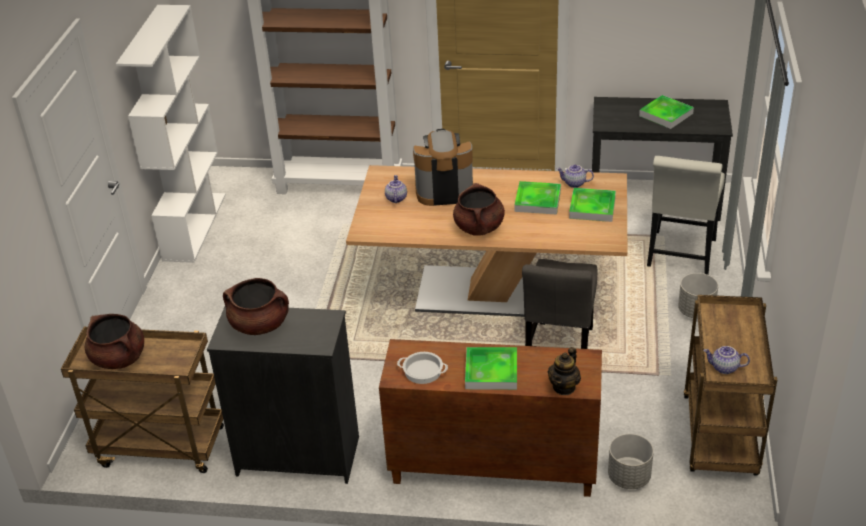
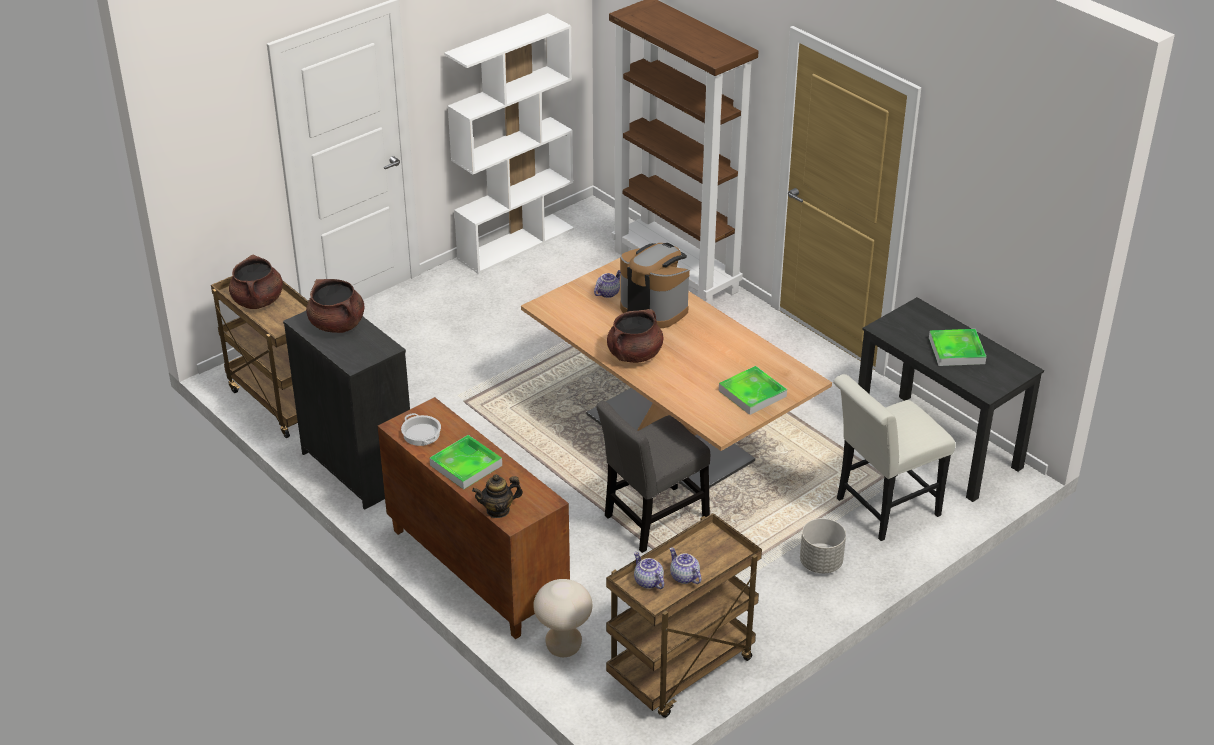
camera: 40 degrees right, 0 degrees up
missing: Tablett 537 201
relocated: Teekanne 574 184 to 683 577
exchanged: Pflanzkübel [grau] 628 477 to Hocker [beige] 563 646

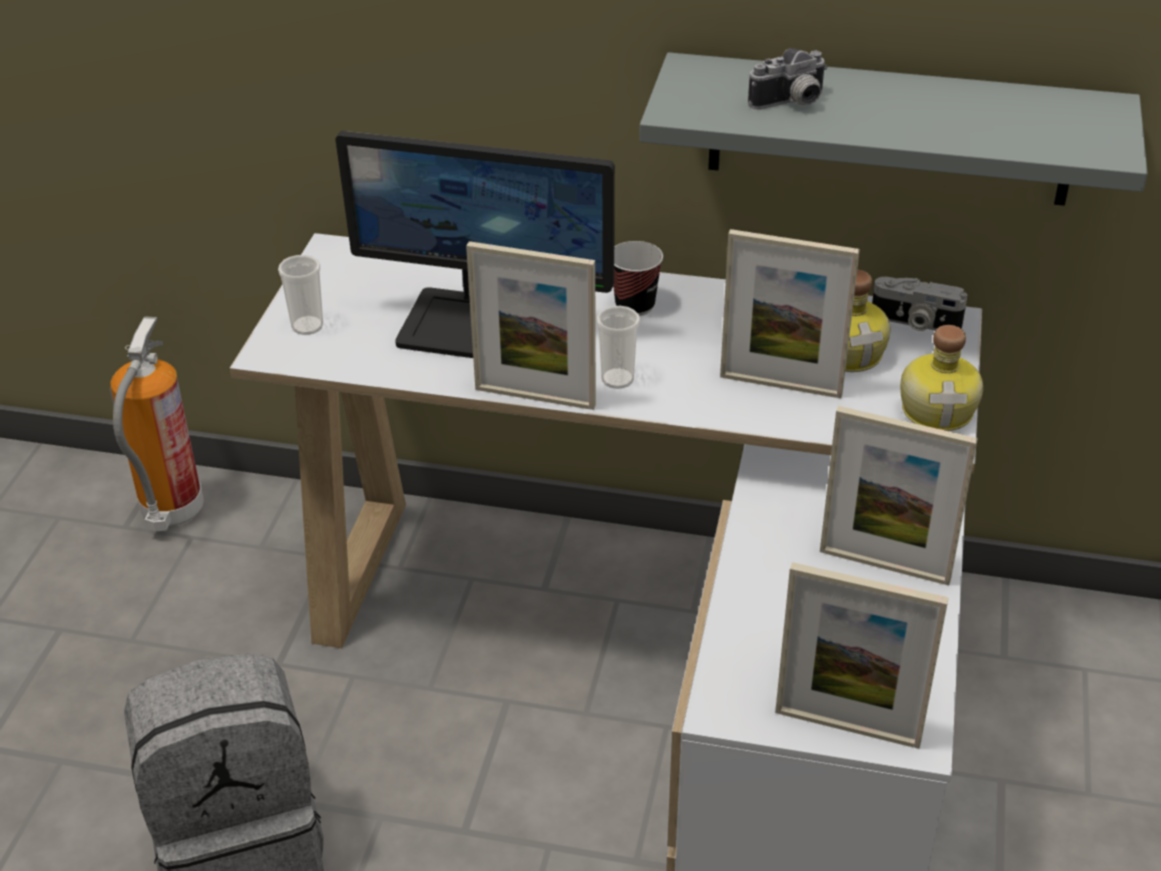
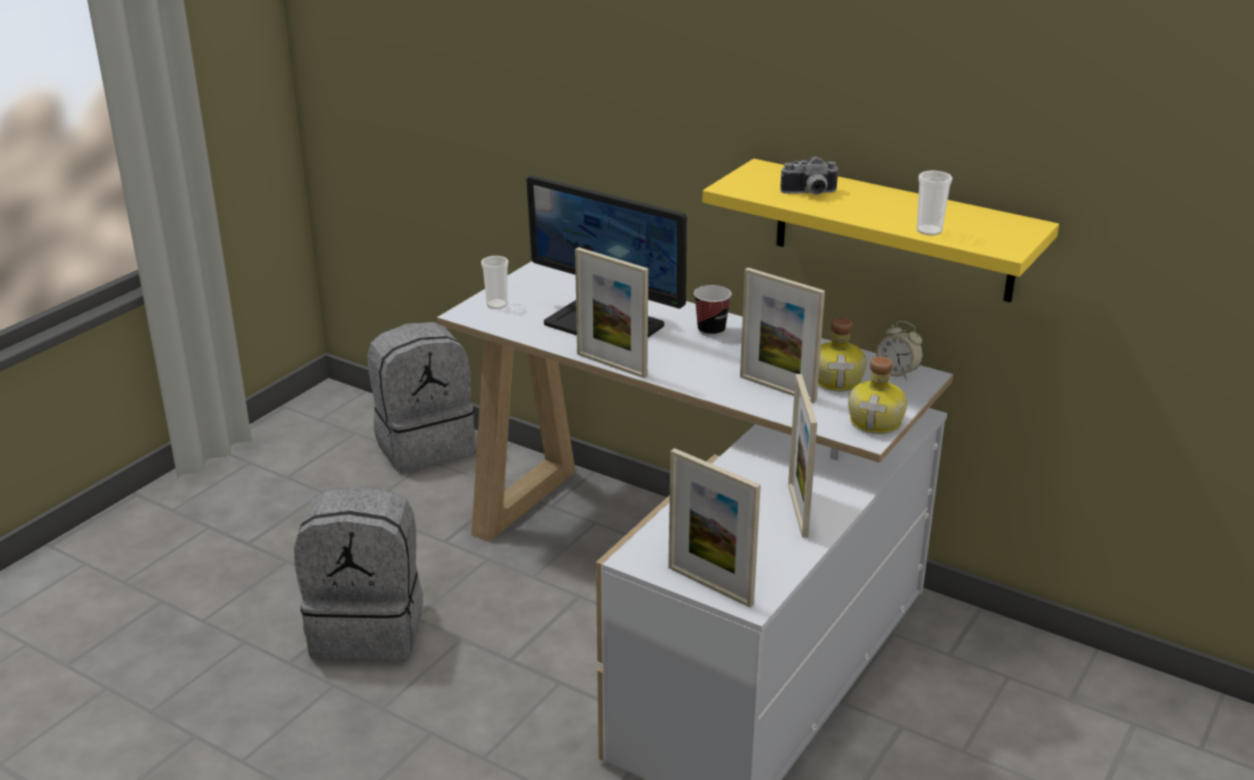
camera: 20 degrees right, 10 degrees down
relocated: Tasse 617 379 to 929 231
exchanged: Kamera 915 323 to Wecker 897 373; Feuerlöscher 172 513 to Rucksack [grau] 424 445
colour: Wandregal [grau] 890 130 to Wandregal [gelb] 893 230
spun: Bilderrahmen 884 565 = 797 510 45 degrees clockwise

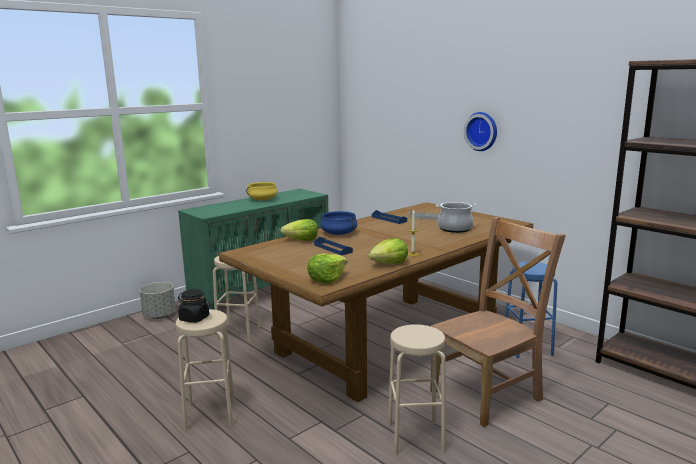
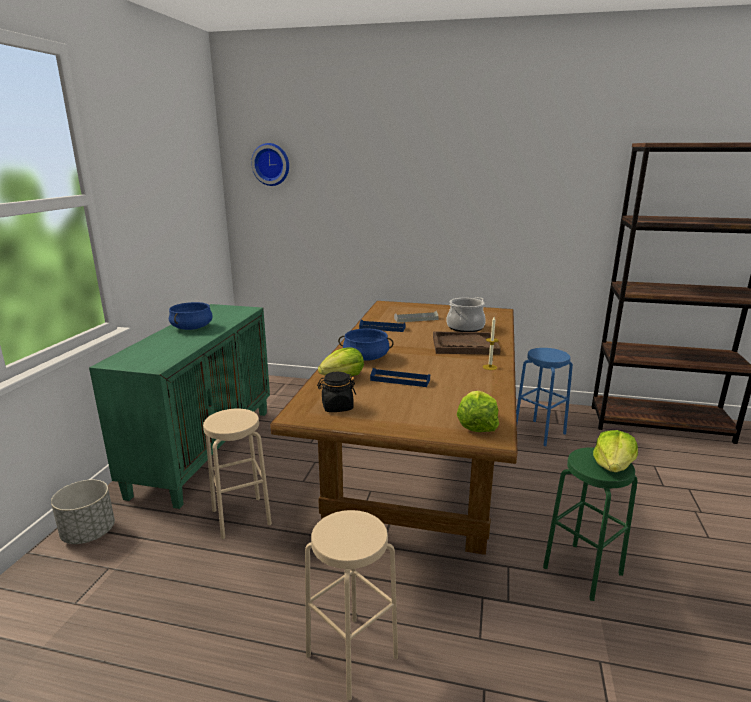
camera: 35 degrees left, 5 degrees up
missing: Stuhl [braun] 489 394
appeared: Tablett [braun] 464 345
relocated: Wanduhr 482 131 to 271 164; Salatkopf 389 263 to 613 466; Vorratsglas [schwarz] 194 318 to 337 407
colour: Kochtopf [gelb] 262 199 to Kochtopf [blau] 191 327; Hocker [beige] 415 438 to Hocker [grün] 582 571

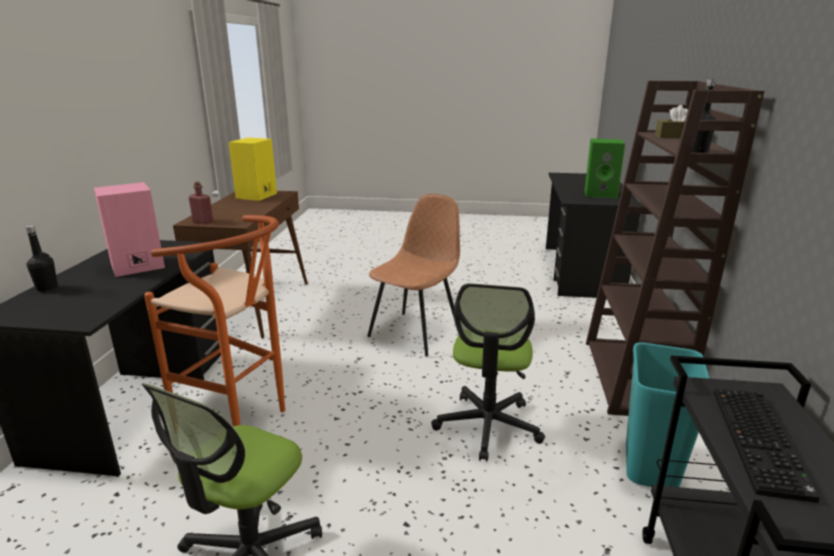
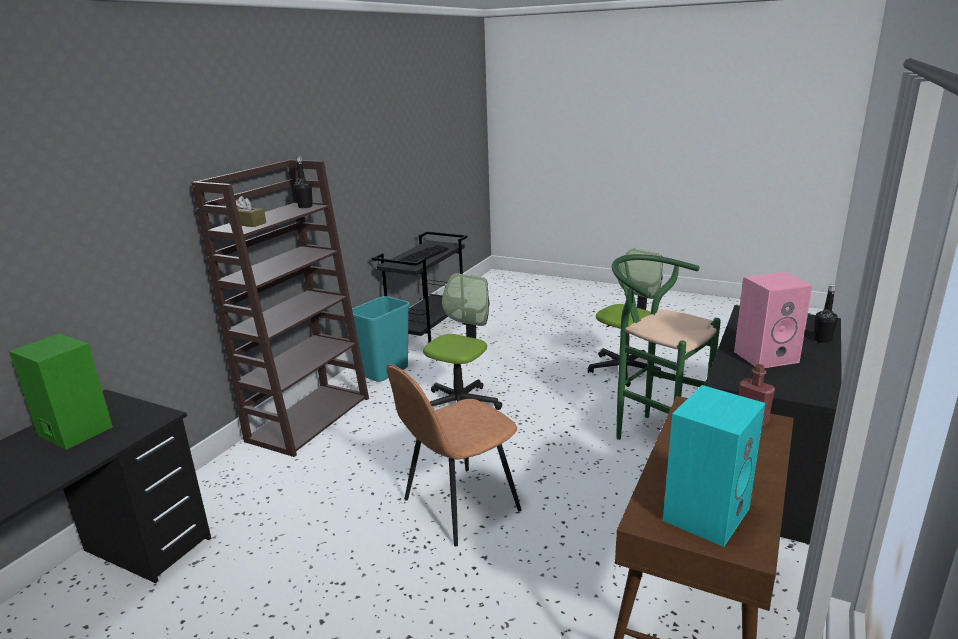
camera: 160 degrees left, 0 degrees up
colour: Lautsprecher [gelb] 256 196 to Lautsprecher [türkis] 705 512; Hocker [orange] 241 422 to Hocker [grün] 652 435

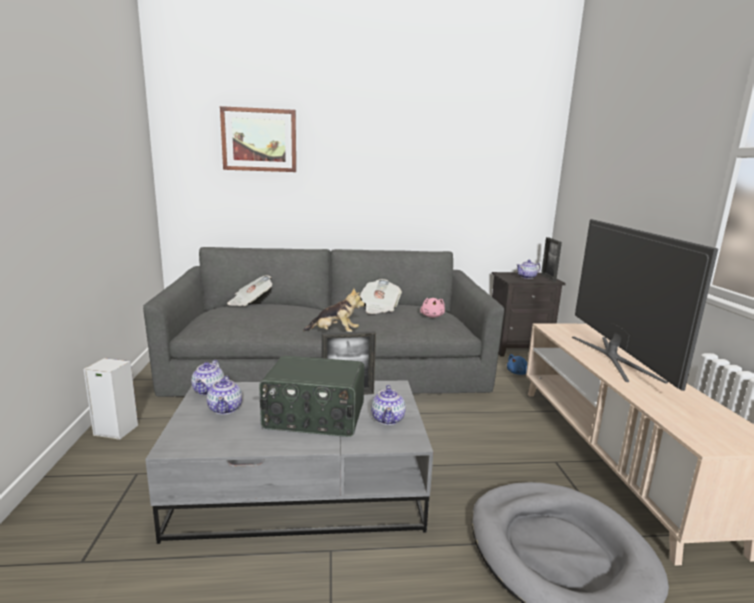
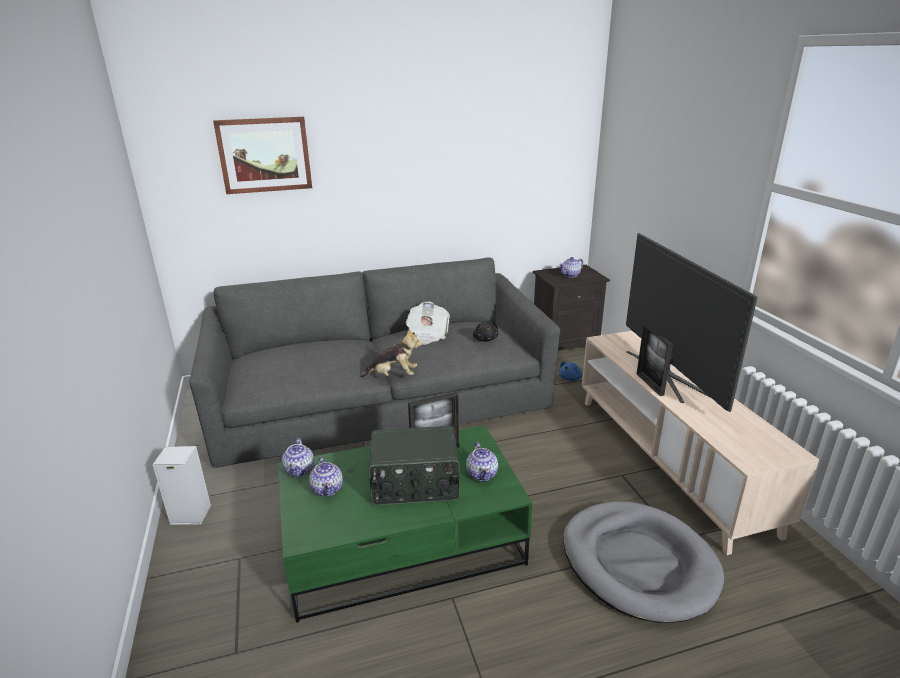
camera: 10 degrees left, 10 degrees up
missing: Zeitung 250 302
relocated: Bilderrahmen 548 278 to 649 384
colour: Plüschtier [rosa] 432 316 to Plüschtier [schwarz] 485 339; Couchtisch [grau] 302 486 to Couchtisch [grün] 404 542

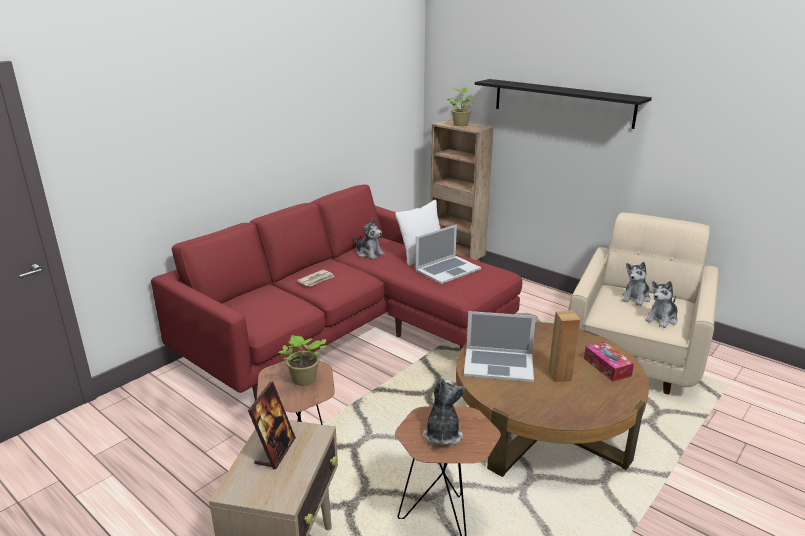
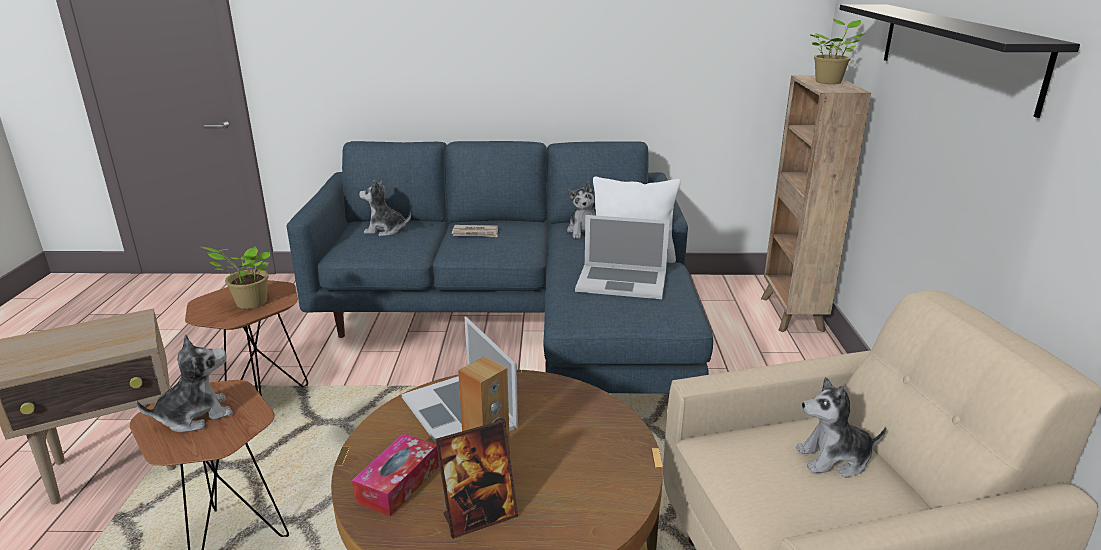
camera: 50 degrees right, 0 degrees up
relocated: Plüschtier 662 319 to 385 230; Taschentuchbox 607 367 to 398 484; Bilderrahmen 275 451 to 479 517
colour: Sofa [rot] 347 333 to Sofa [blau] 520 323

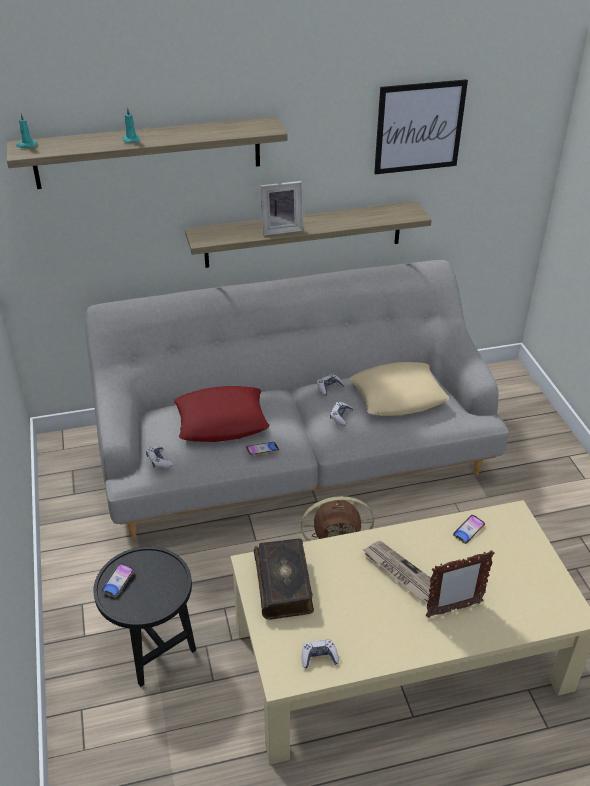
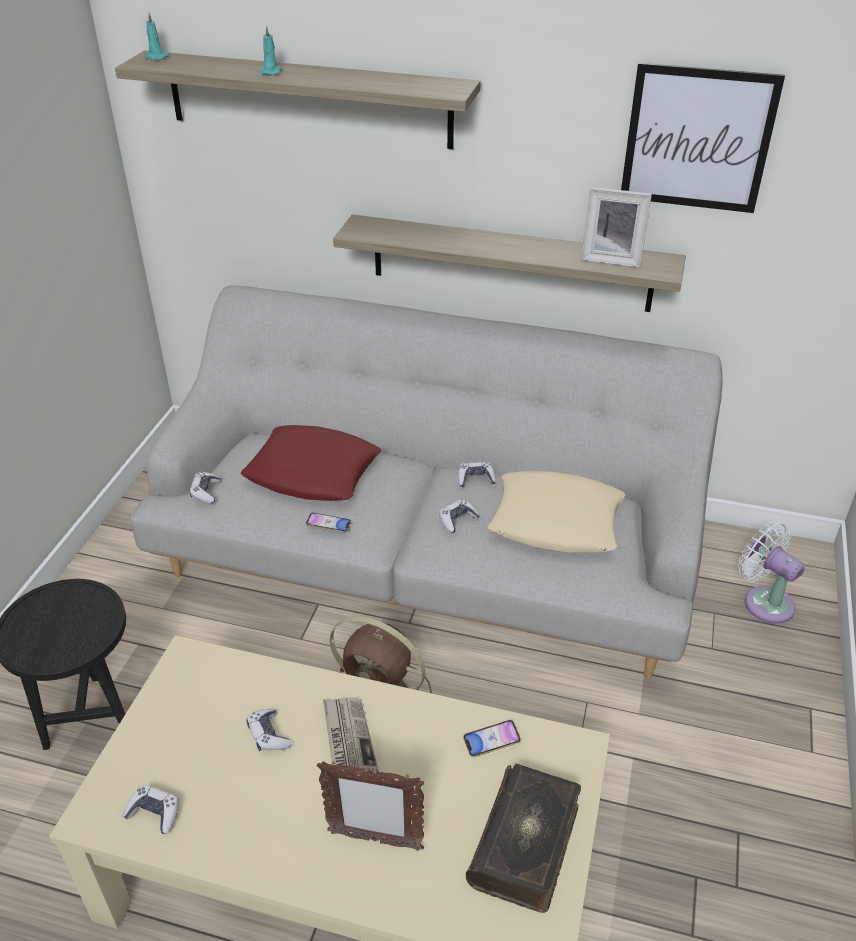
camera: 30 degrees right, 0 degrees up
missing: Handy 118 581
appeared: Ventilator [weiß] 764 601; Gamepad 268 735
relocated: Bilderrahmen 281 229 to 611 258; Buch 284 585 to 526 845

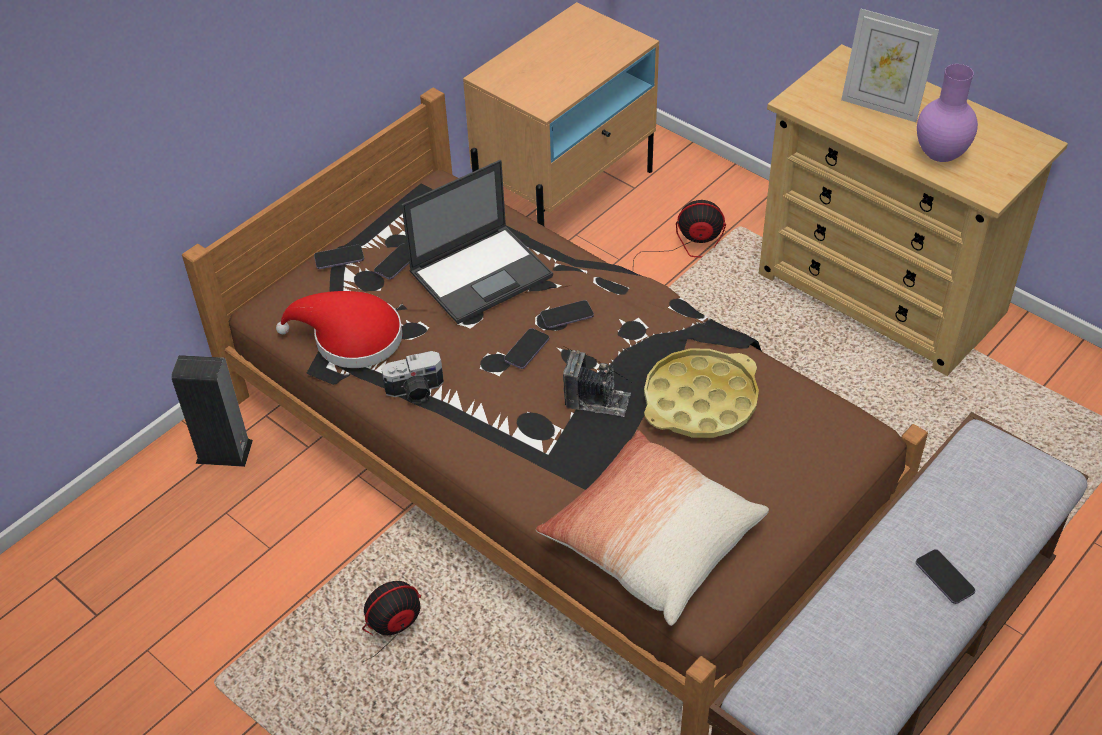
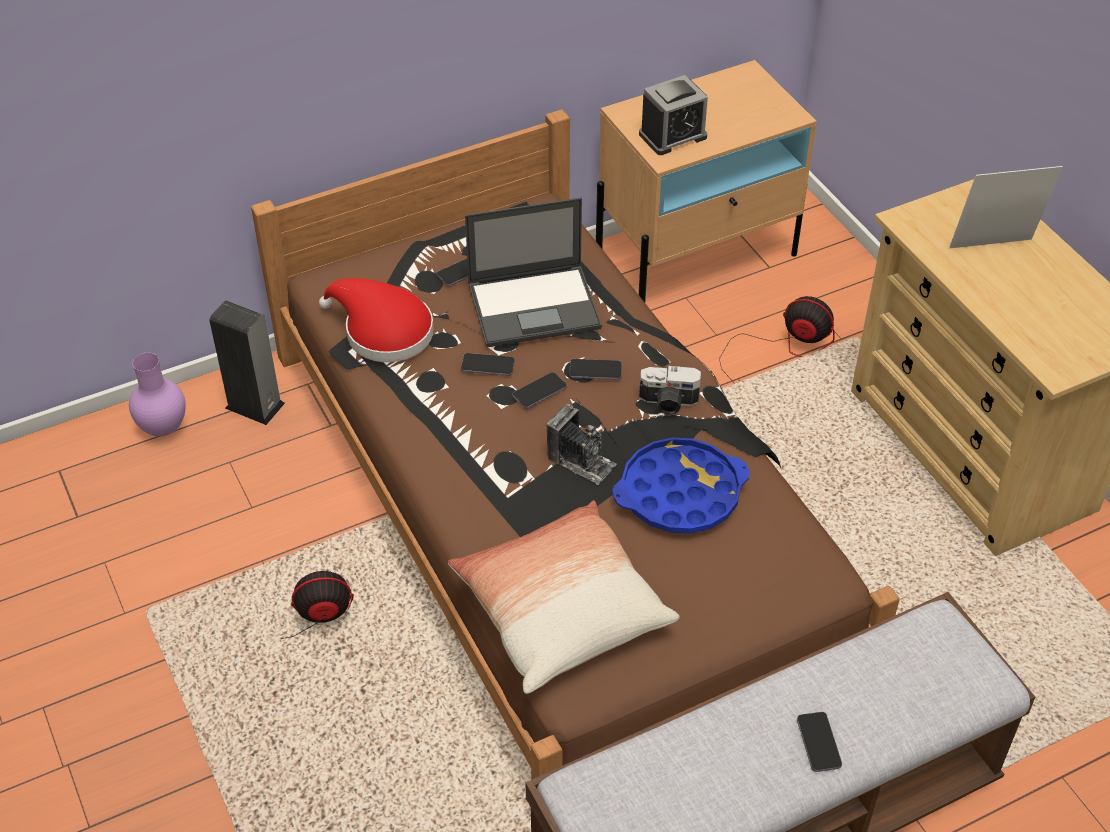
camera: 20 degrees right, 0 degrees up
appeared: Wecker 672 135
relocated: Vase [lila] 940 157 to 163 429; Handy 339 258 to 488 366; Kamera 416 391 to 668 403
colour: Tablett [gelb] 700 401 to Tablett [blau] 680 493
spun: Bilderrahmen 881 106 = 993 249 120 degrees clockwise

